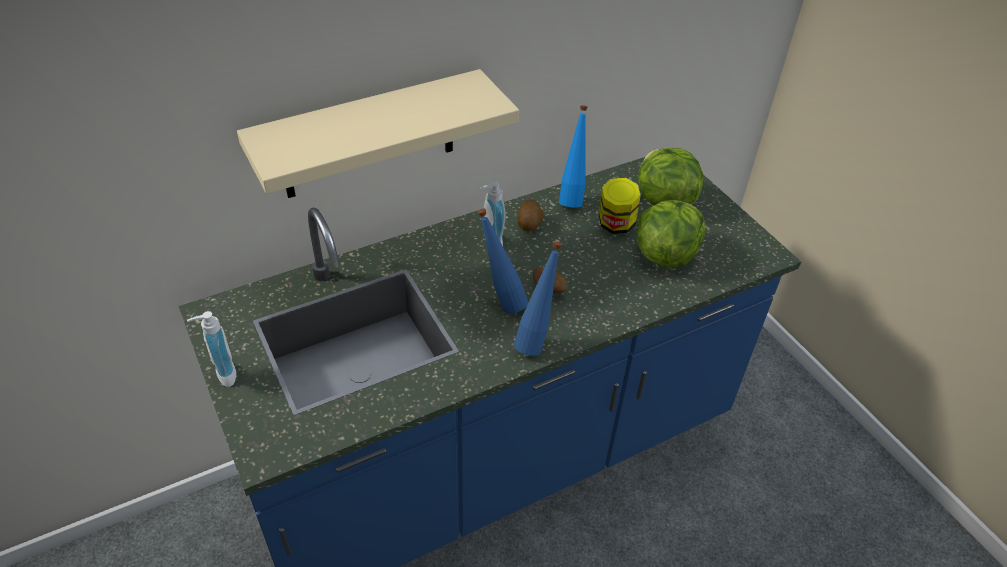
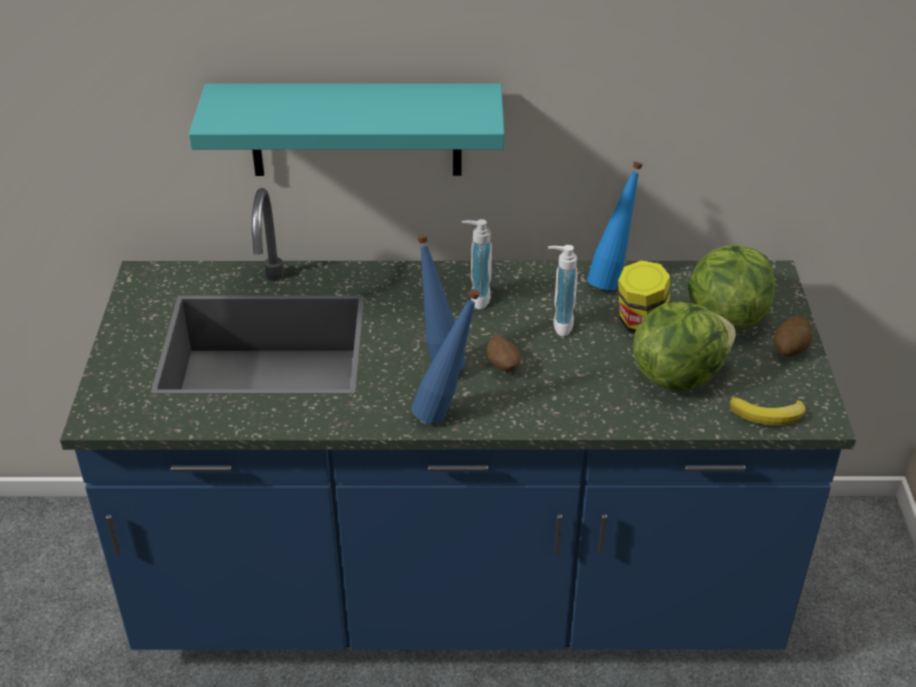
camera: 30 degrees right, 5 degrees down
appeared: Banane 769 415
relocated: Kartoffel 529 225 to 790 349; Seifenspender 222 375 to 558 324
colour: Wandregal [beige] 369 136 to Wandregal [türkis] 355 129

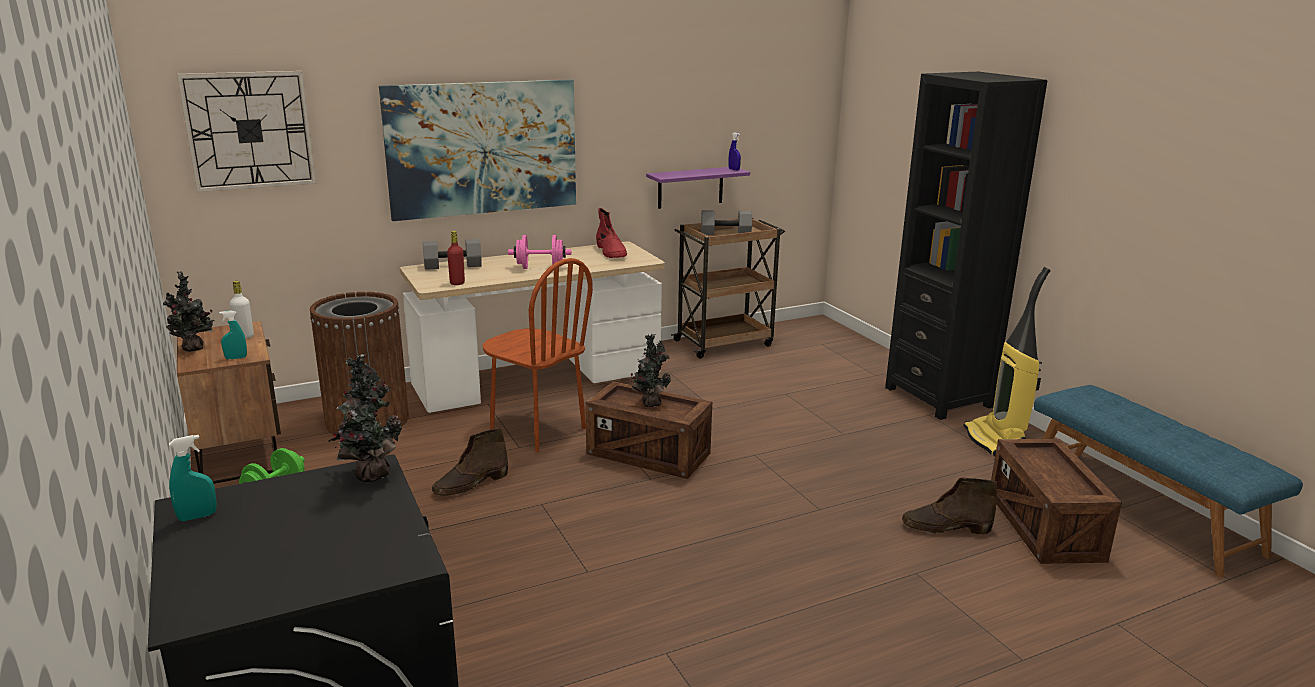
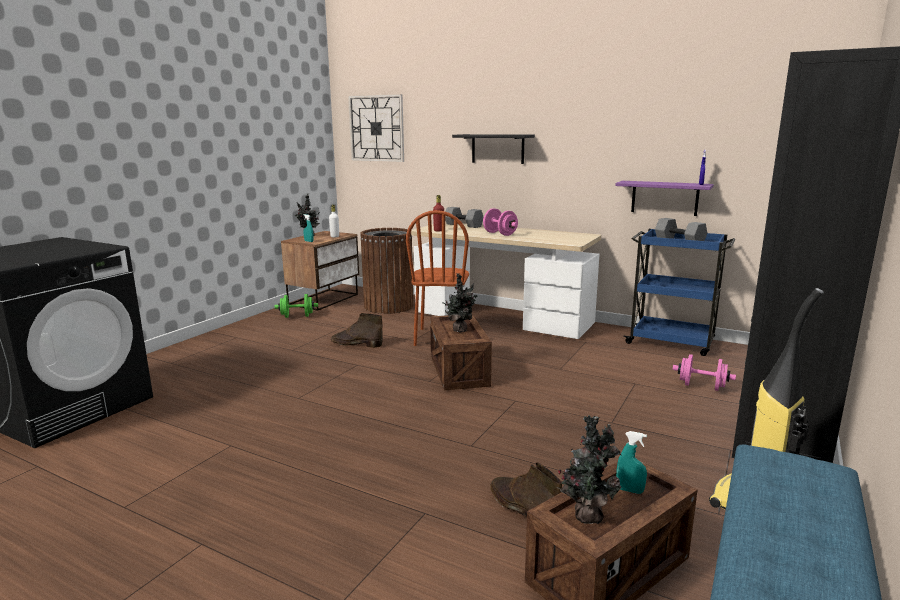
camera: 55 degrees right, 5 degrees down
missing: Stiefel [rot] 611 252
appeared: Hantel [rosa] 701 386
relocated: Topfpflanze 369 474 to 586 515; Sprühflasche [türkis] 197 516 to 629 490
exchanged: Bild 483 148 to Wandregal [schwarz] 497 148
colour: Rollwagen [braun] 725 342 to Rollwagen [blau] 672 342

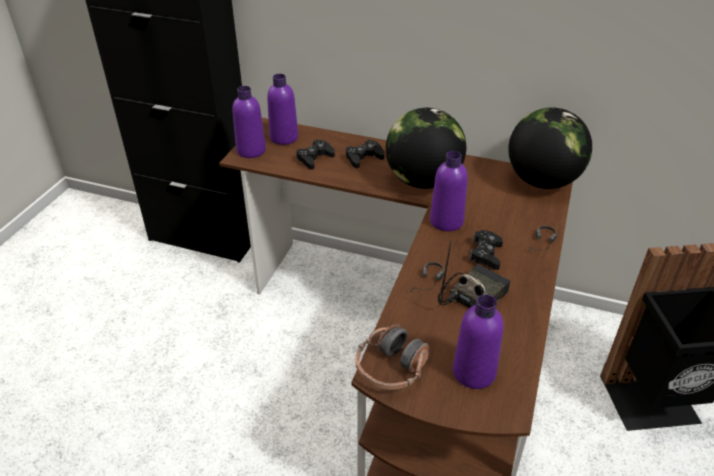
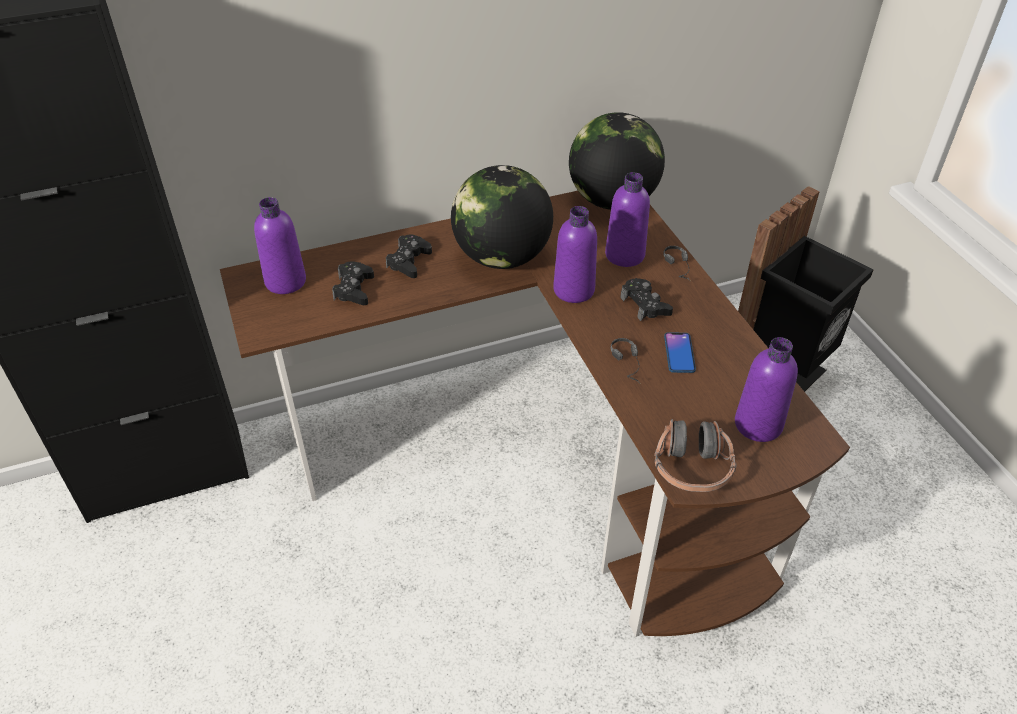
camera: 40 degrees left, 5 degrees up
relocated: Flasche [lila] 251 150 to 624 255
exchanged: Radio 472 296 to Handy 679 353

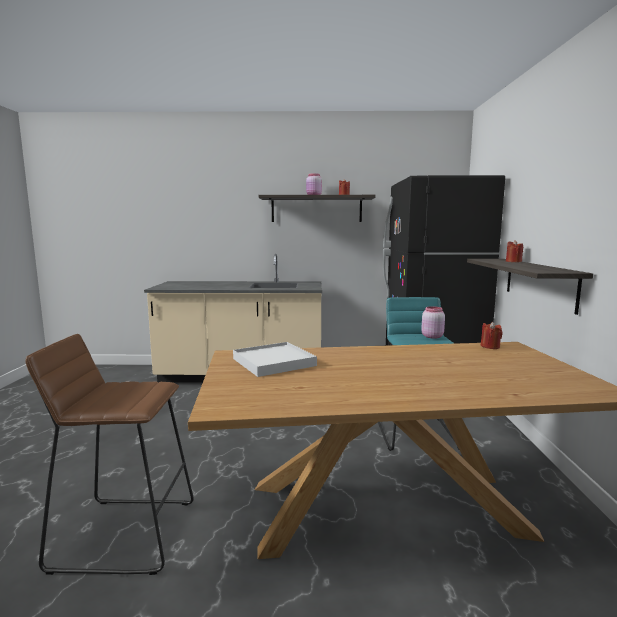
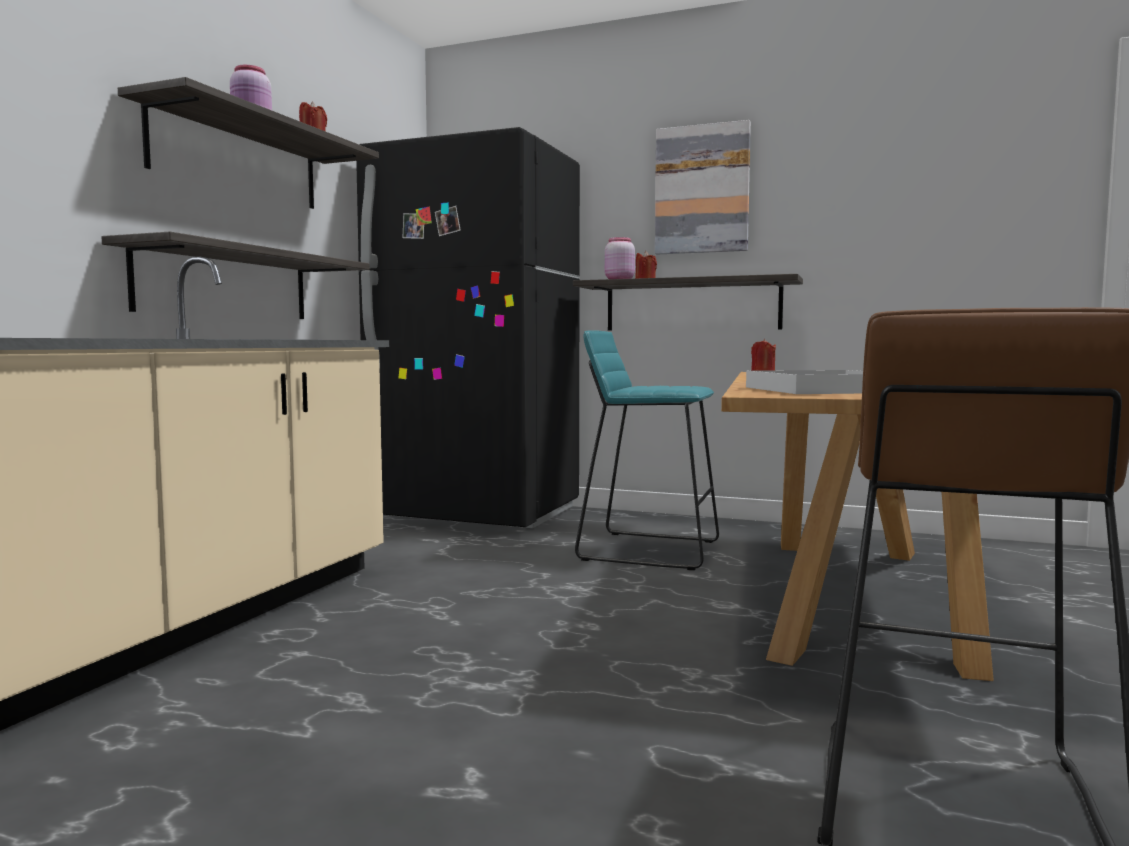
camera: 70 degrees left, 5 degrees down
appeared: Bild 702 189; Wandregal 226 284
relocated: Vorratsglas [rosa] 432 336 to 618 280

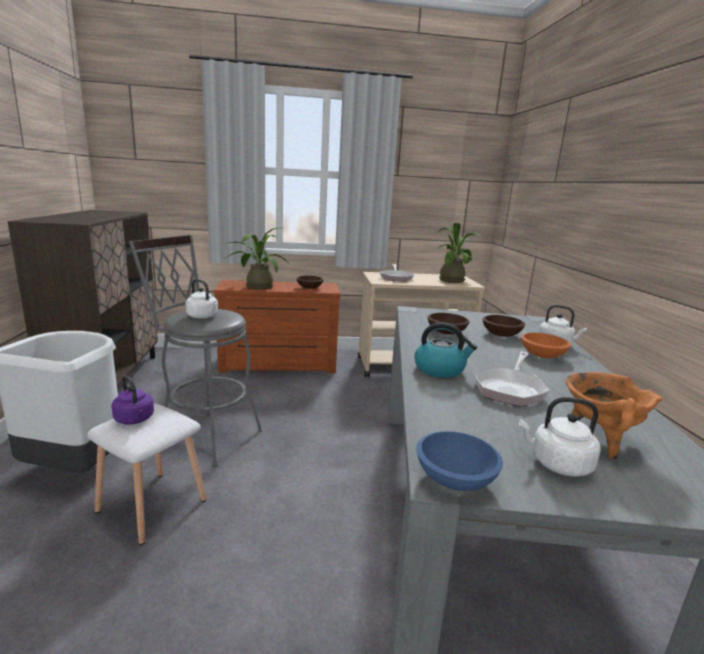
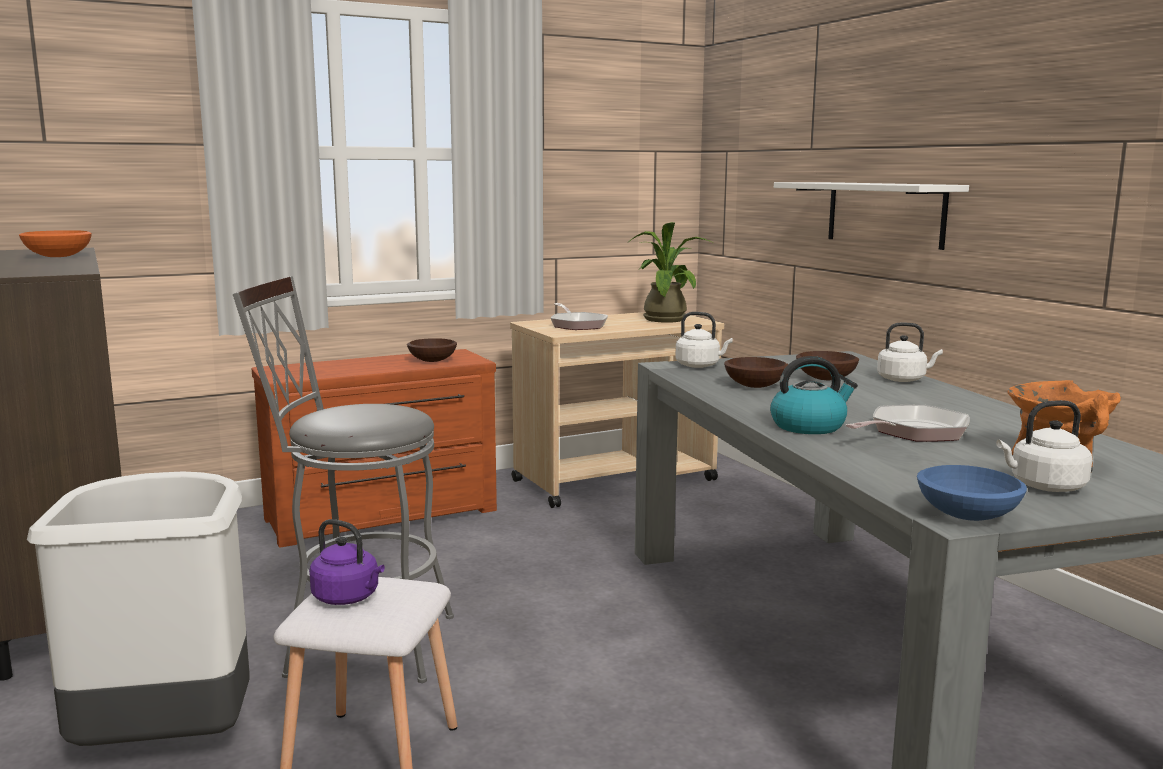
camera: 20 degrees left, 5 degrees down
missing: Topfpflanze 256 286
appeared: Wandregal [weiß] 885 213
relocated: Wasserkessel [weiß] 203 317 to 700 366; Schüssel [orange] 543 355 to 59 256
spun: Pfanne 509 389 = 913 432 135 degrees counterclockwise

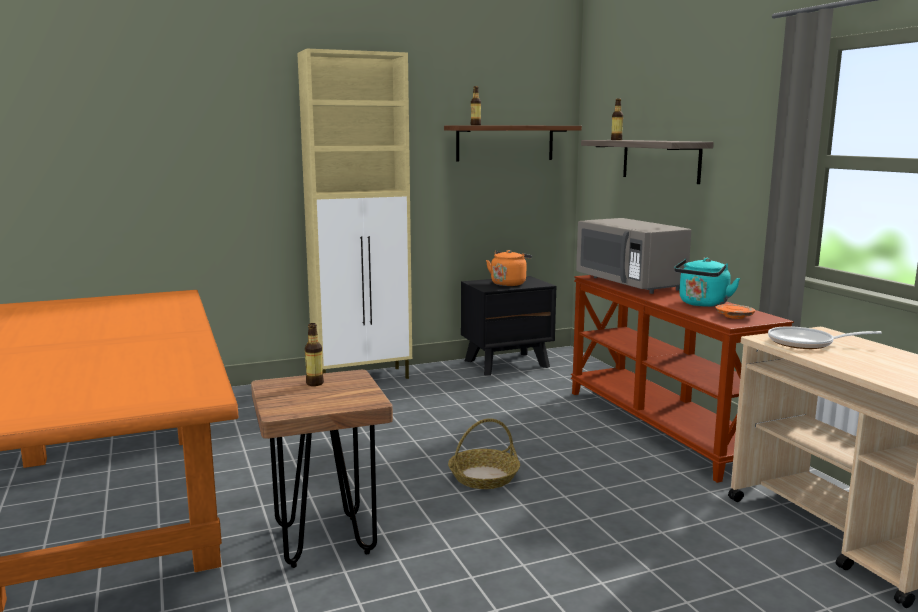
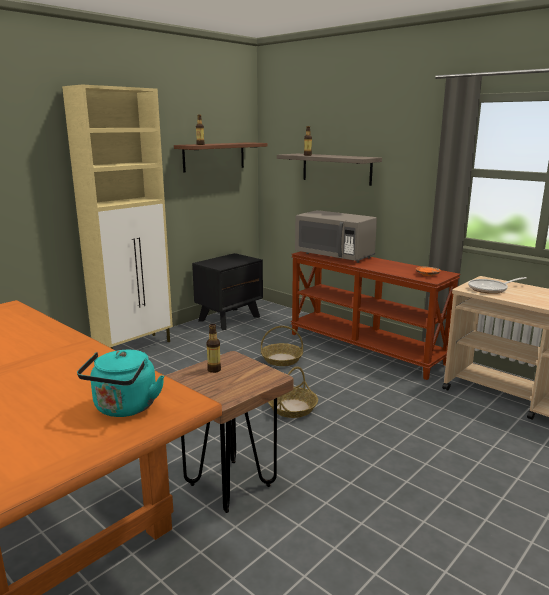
camera: 25 degrees left, 5 degrees up
missing: Wasserkessel [orange] 509 283
appeared: Korb 281 359
relocated: Wasserkessel [türkis] 702 304 to 124 408

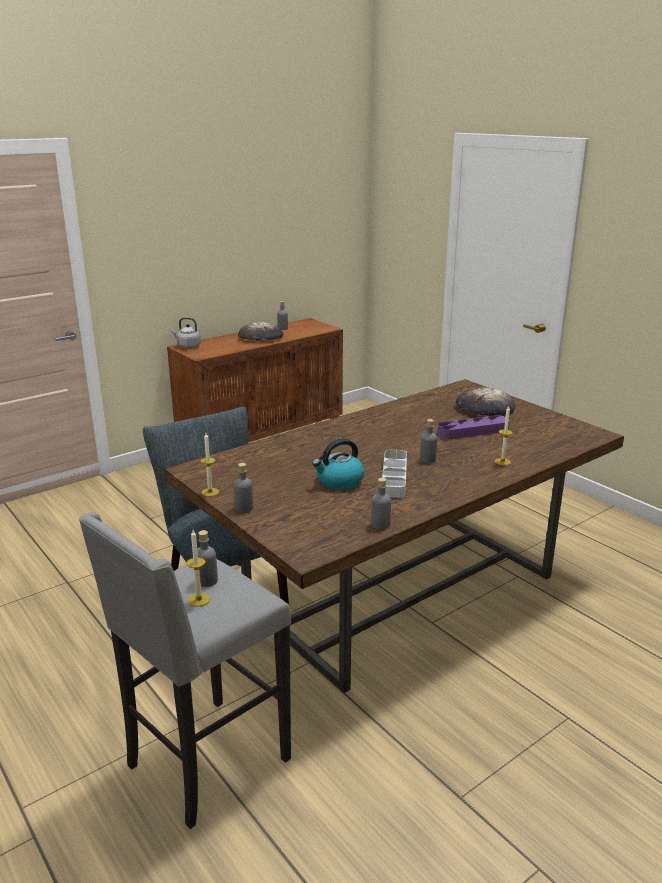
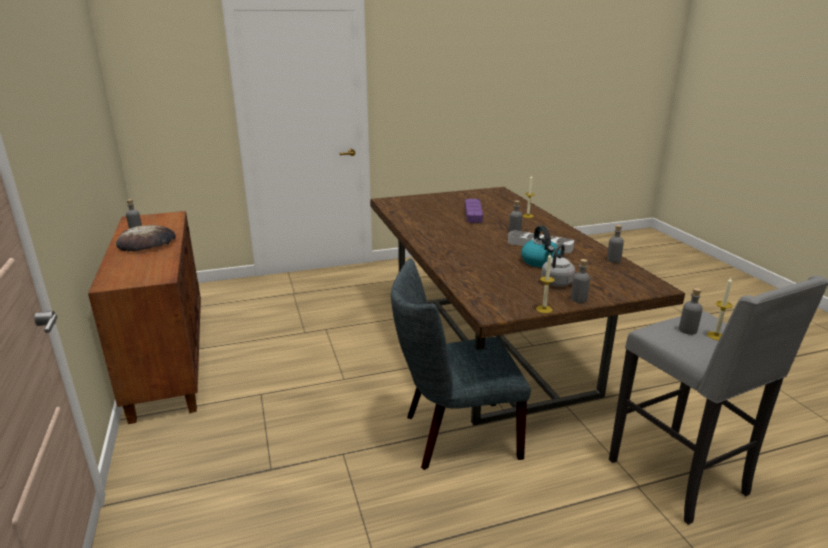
camera: 70 degrees left, 0 degrees up
missing: Brot 484 407
relocated: Wasserkessel [grau] 187 346 to 556 283

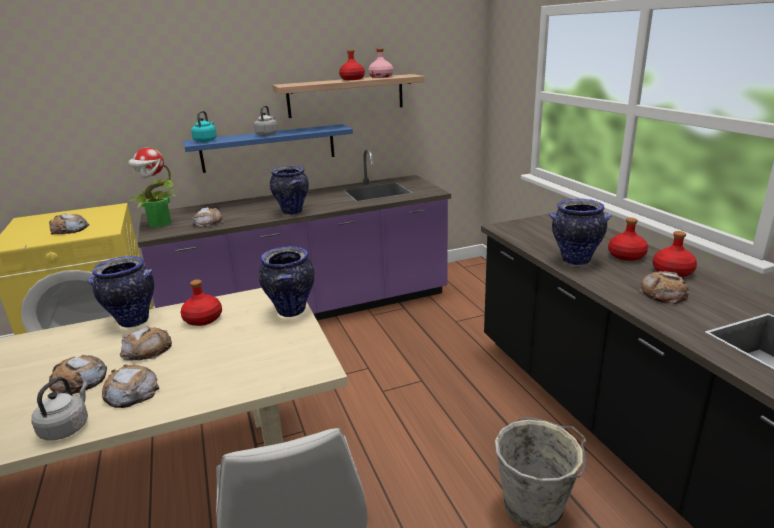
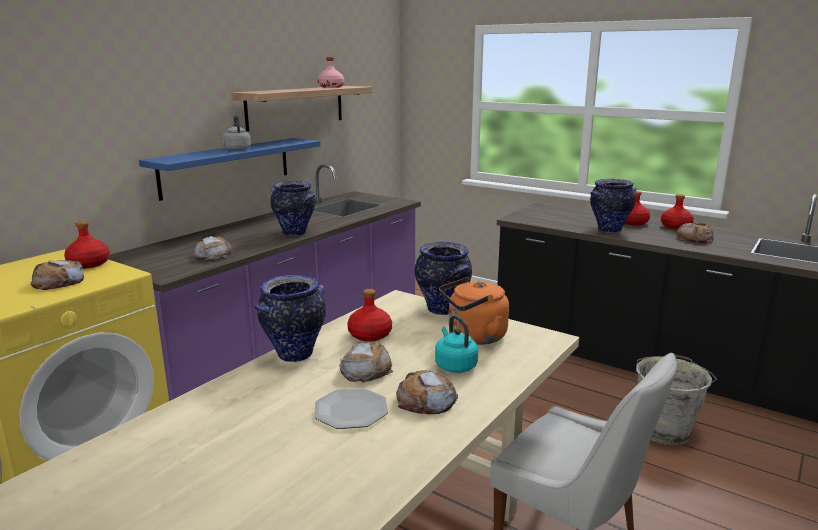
camera: 35 degrees left, 5 degrees down
missing: Topfpflanze 159 224; Wasserkessel [grau] 67 427
appeared: Wasserkessel [orange] 473 337
relocated: Flasche [rot] 352 79 to 89 264; Wasserkessel [türkis] 206 140 to 454 365
exchanged: Brot 79 381 to Teller 351 410

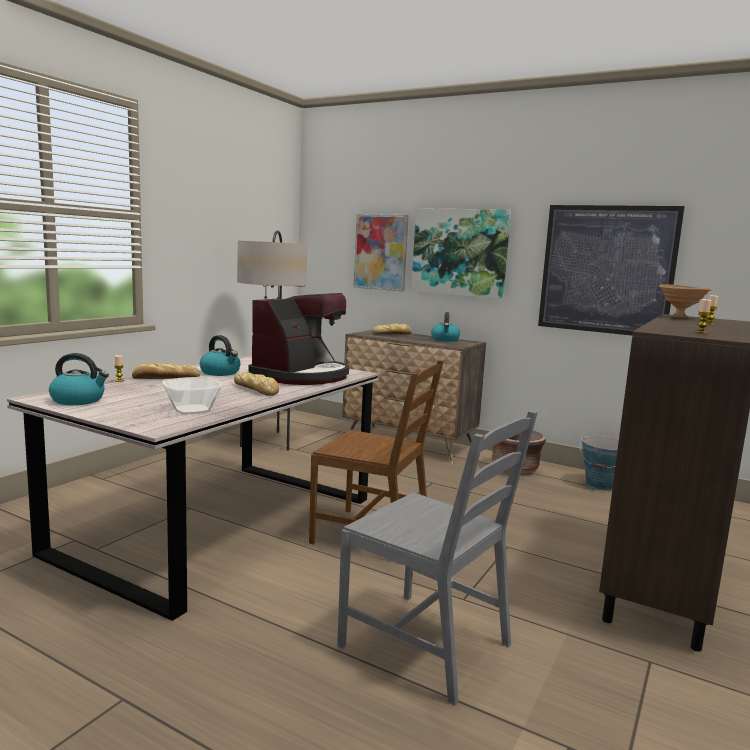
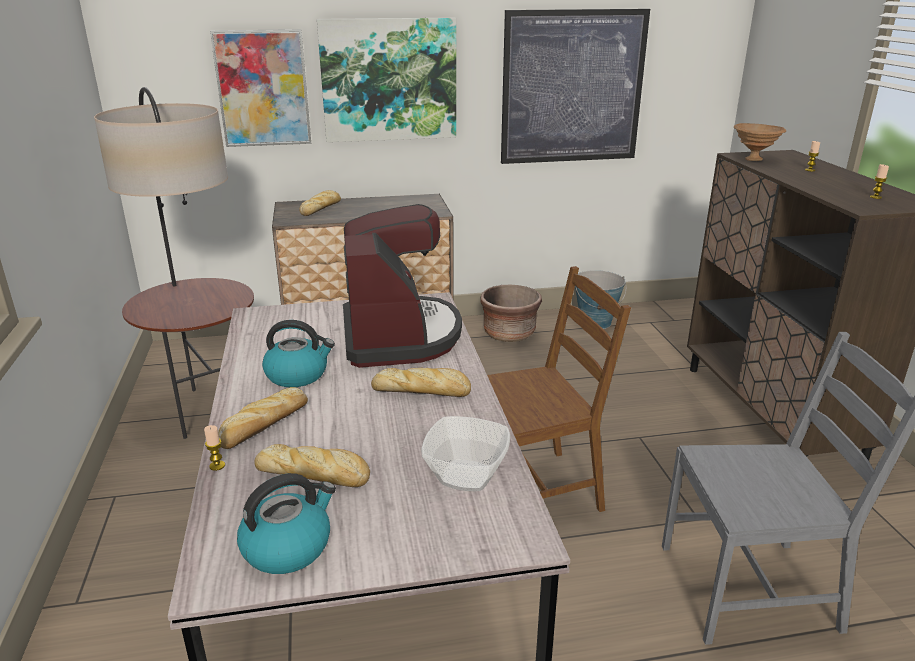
camera: 40 degrees left, 15 degrees up
missing: Wasserkessel 445 339
appeared: Brot 315 474

